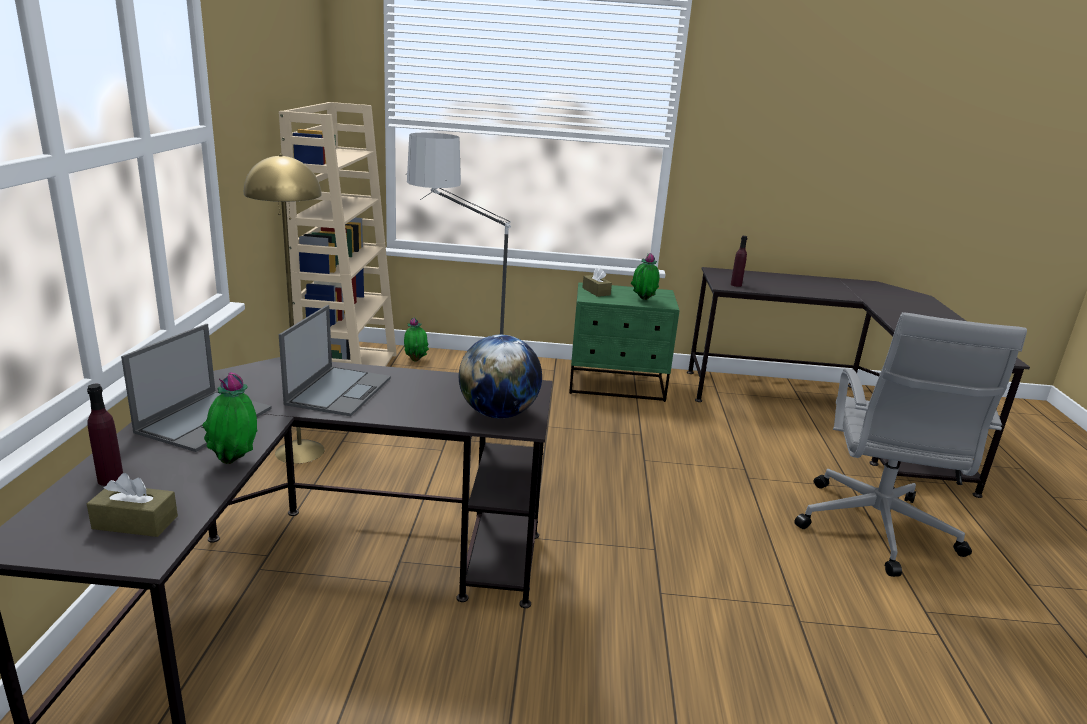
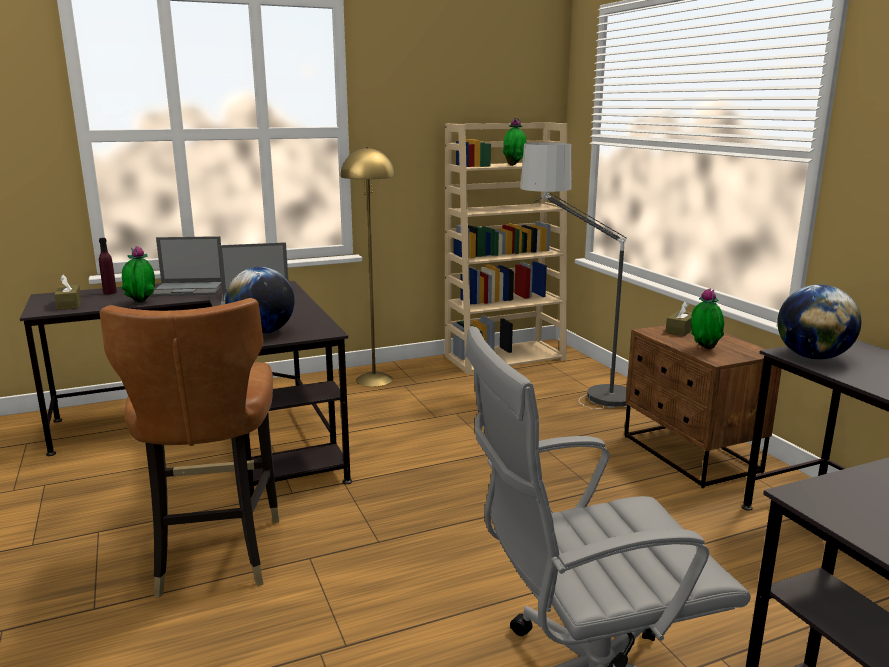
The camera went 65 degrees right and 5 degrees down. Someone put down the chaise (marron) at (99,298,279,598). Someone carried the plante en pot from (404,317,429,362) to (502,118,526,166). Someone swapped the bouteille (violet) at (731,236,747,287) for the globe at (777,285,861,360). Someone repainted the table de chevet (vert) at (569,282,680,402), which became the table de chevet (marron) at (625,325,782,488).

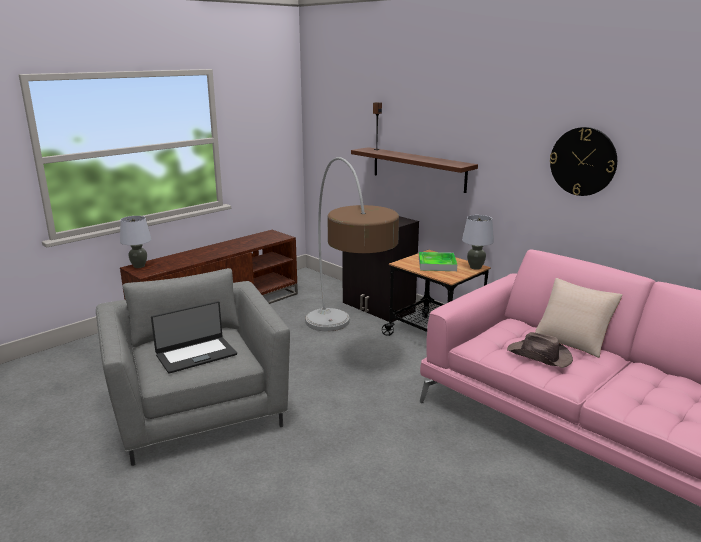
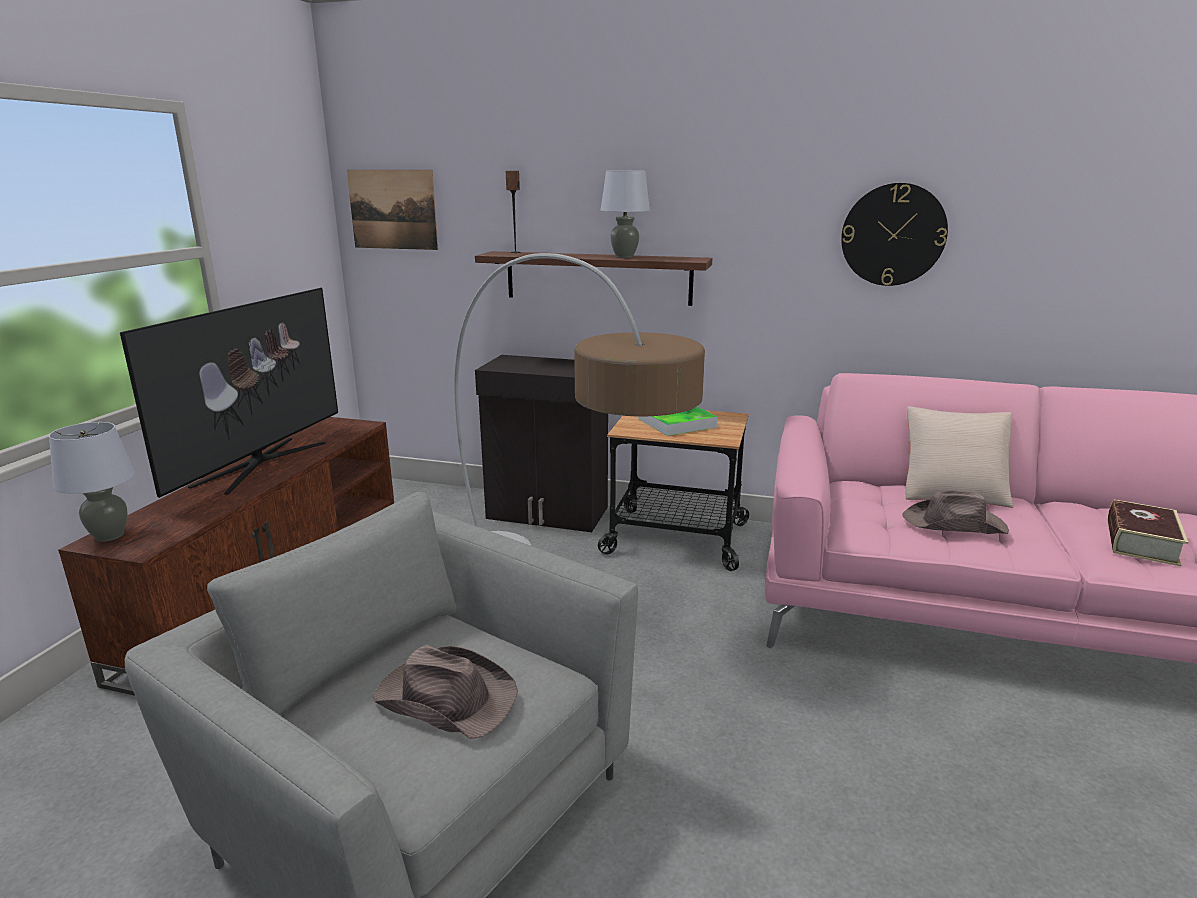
The camera went 30 degrees left and 0 degrees up. Someone put down the téléviseur at (120,288,338,498). Someone put up the tableau at (347,170,438,250). Someone put down the livre at (1108,499,1188,566). Someone carried the lampe de table (gris) from (462,215,494,270) to (601,171,650,258). Someone swapped the ordinateur portable at (151,301,237,374) for the chapeau (marron) at (372,645,518,739).

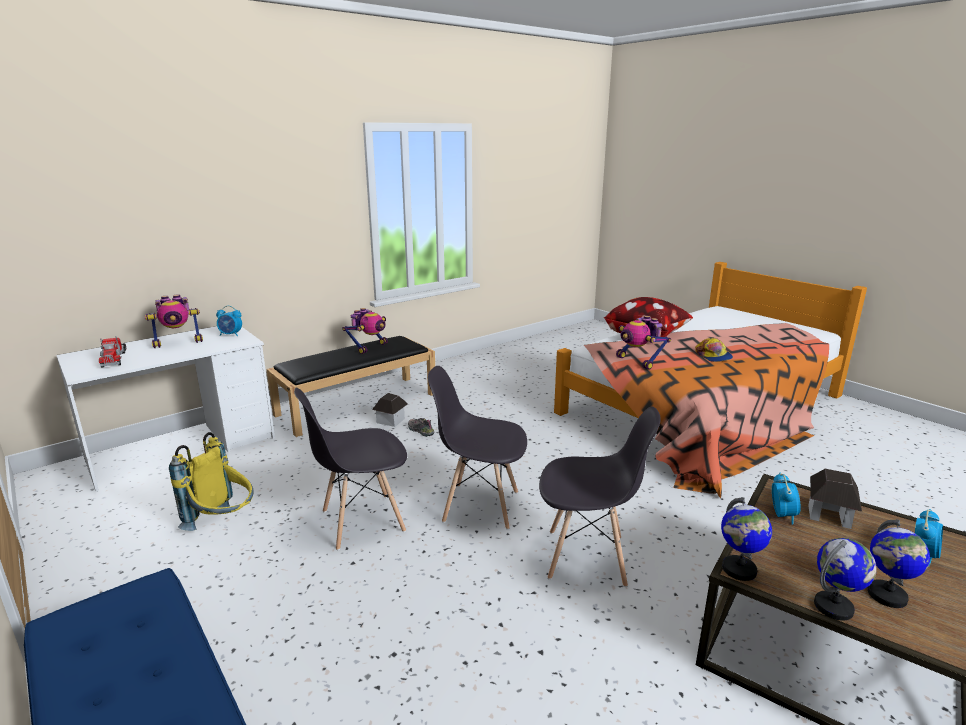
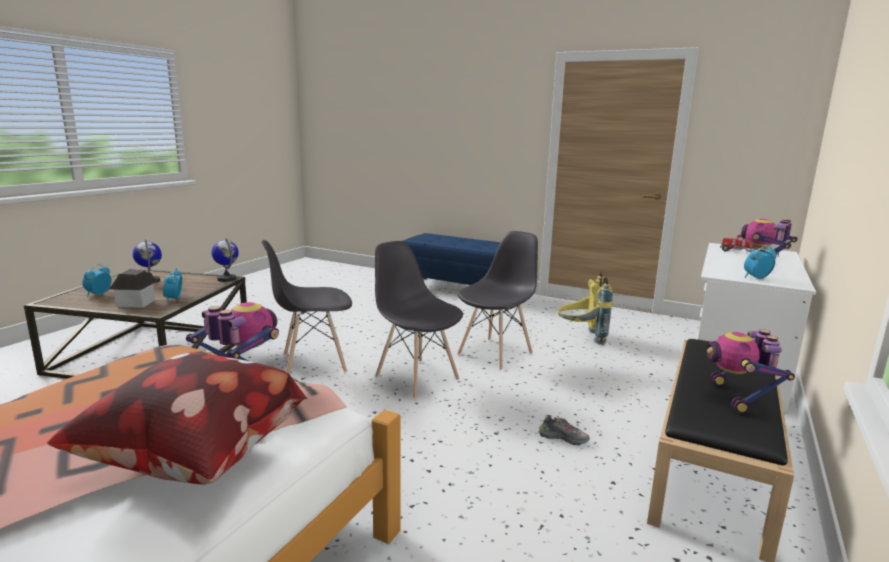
The camera went 155 degrees right and 5 degrees down. Someone took away the maison miniature at (372,393,408,427). Someone took away the casquette at (695,338,733,362). Someone took away the globe at (814,538,877,621). Someone rotated the chaise (gris) at (428,366,527,530) by 120 degrees counterclockwise.

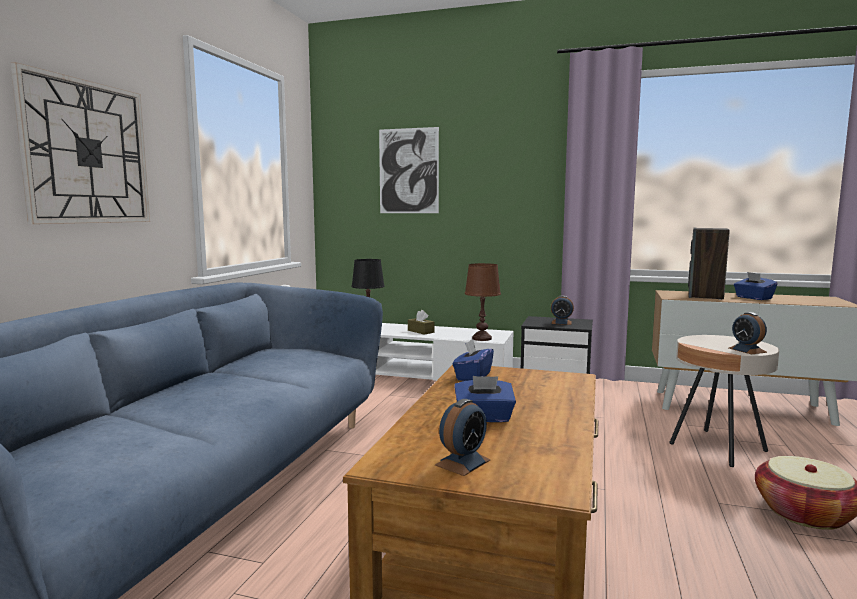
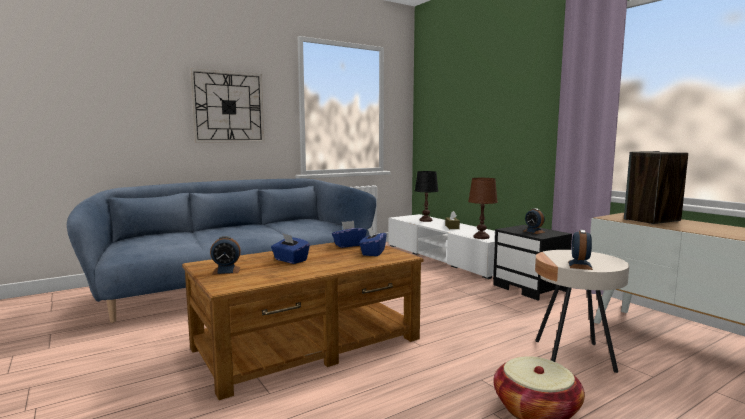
The camera went 40 degrees right and 0 degrees up. Someone took away the tableau at (379,127,439,213). Someone carried the boîte à mouchoirs (bleu) from (734,272,778,300) to (359,227,387,256).

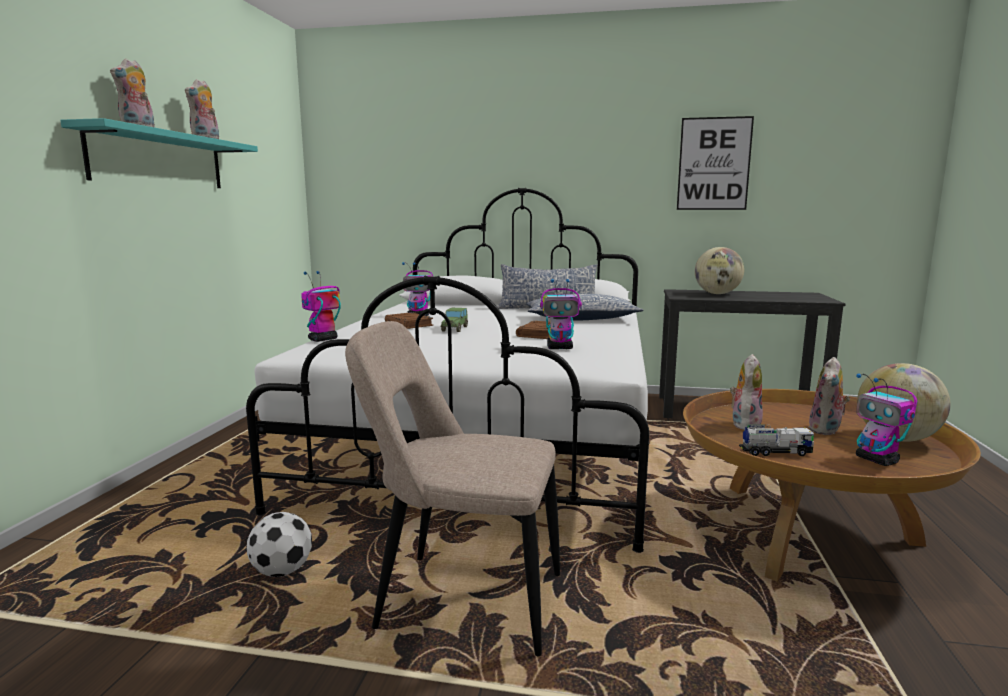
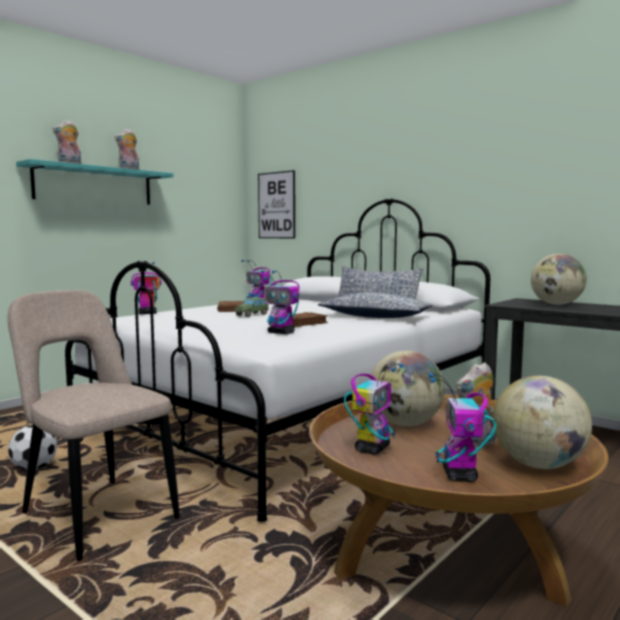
The camera went 30 degrees right and 5 degrees down. Someone carried the tableau from (677,116,754,210) to (258,170,295,238). Someone swapped the peluche at (730,354,763,430) for the globe at (369,350,445,426). Someone swapped the camion jouet at (739,424,815,456) for the robot jouet at (344,363,404,454).

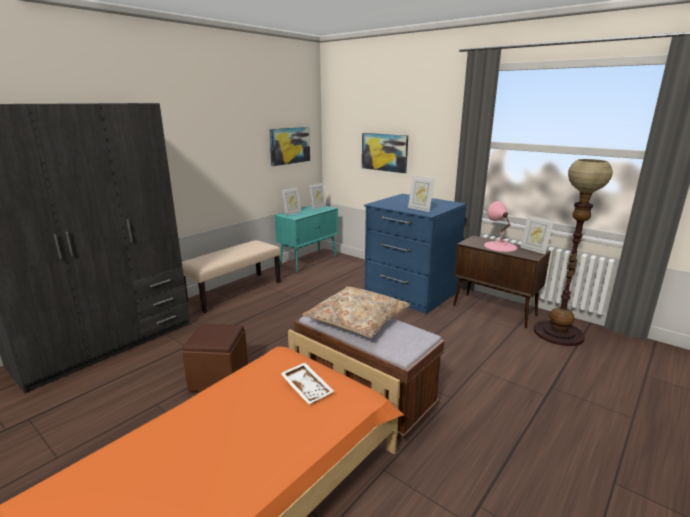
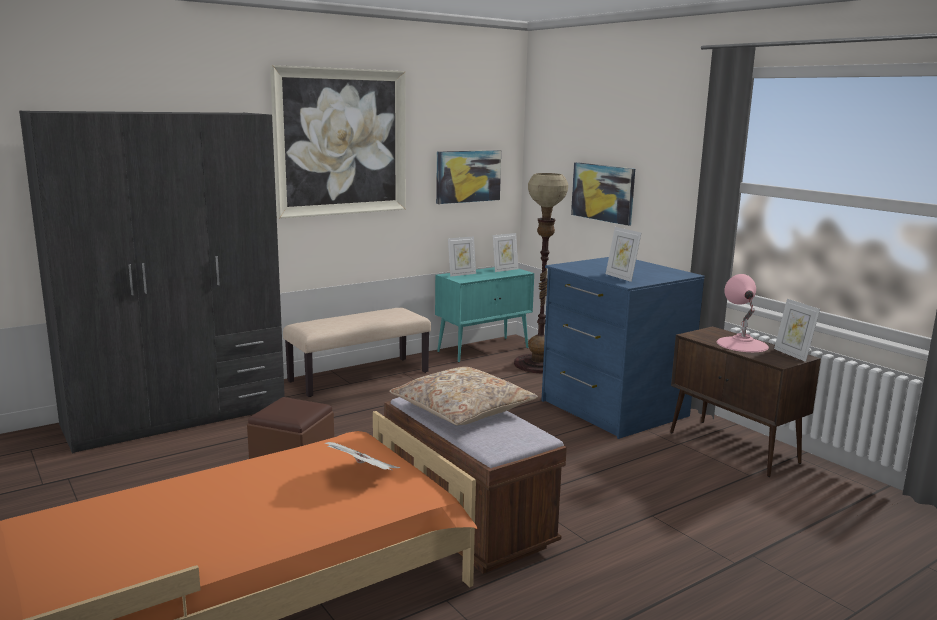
The camera went 15 degrees right and 5 degrees down. Someone put up the tableau at (270,65,406,219). Someone carried the lampadaire from (534,159,613,346) to (514,173,568,374). Someone swapped the plateau (blanc) at (280,363,334,405) for the journal at (325,442,400,470).

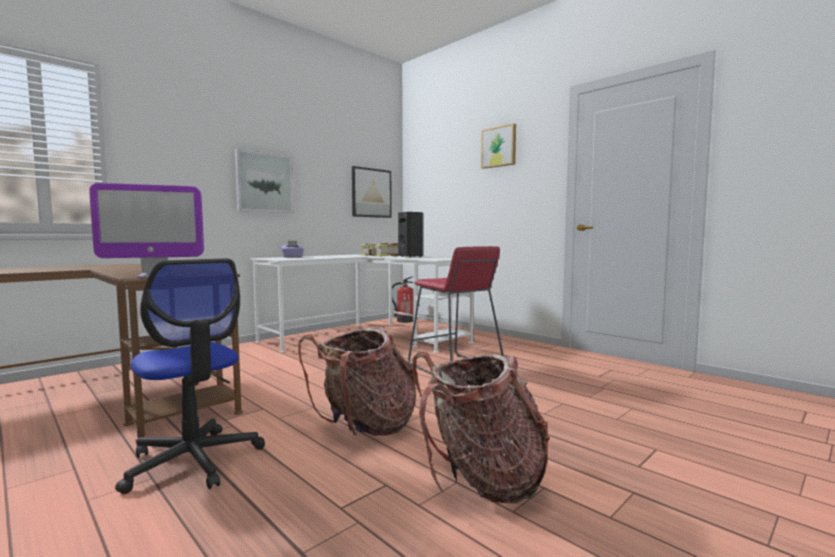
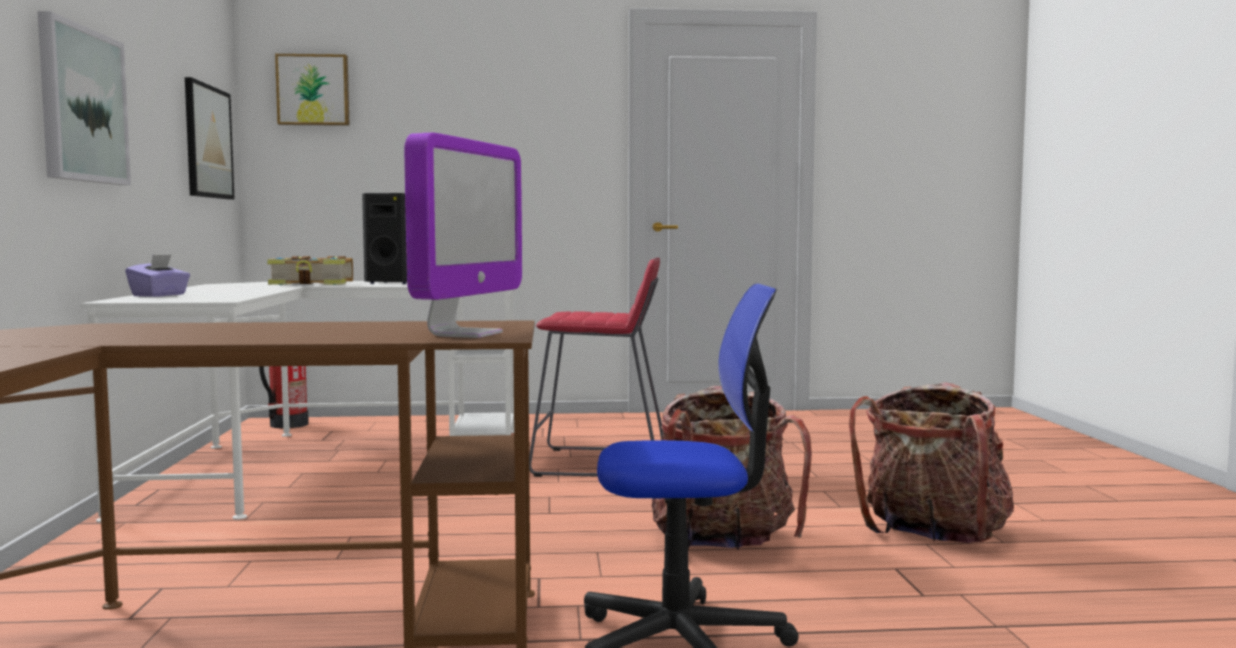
The camera went 50 degrees left and 0 degrees up. Someone carried the tableau from (481,124,516,169) to (275,54,350,126).

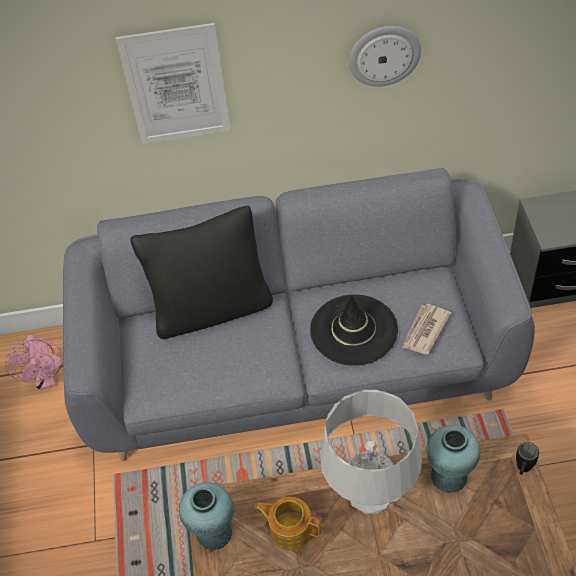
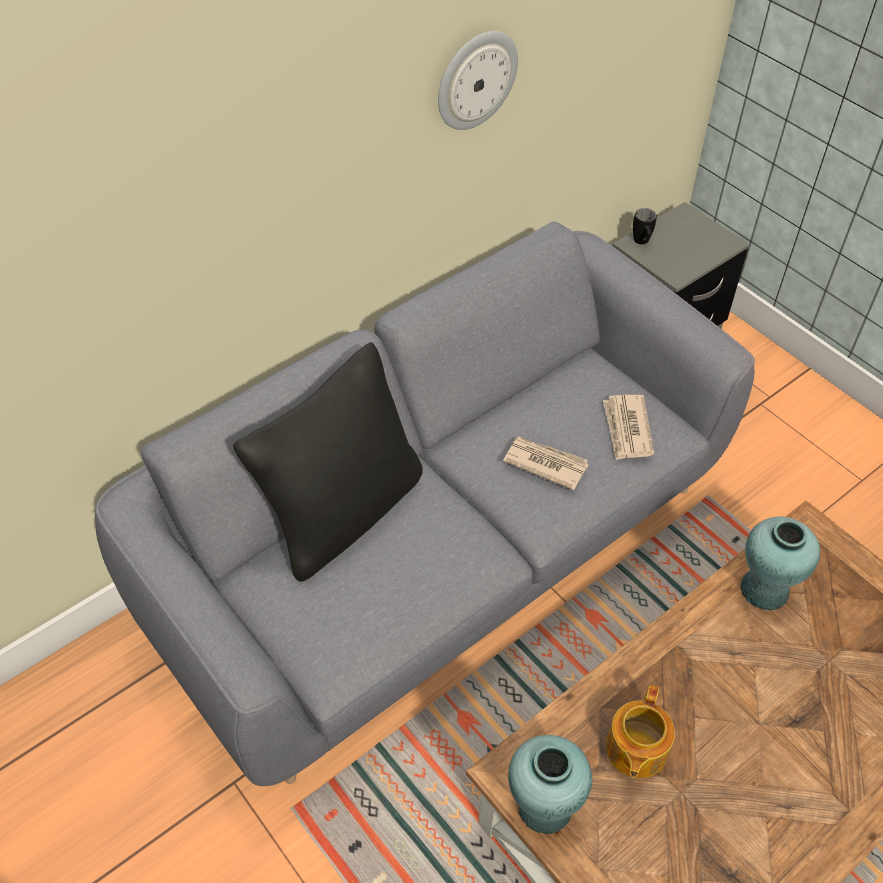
The camera went 35 degrees left and 0 degrees up. Someone took away the ventilateur (rose) at (4,334,63,391). Someone took away the tableau at (116,23,231,144). Someone took away the lampe de table (gris) at (321,390,422,514). Someone carried the mug (noir) from (516,442,539,475) to (633,208,657,244). Someone swapped the chapeau (noir) at (310,294,398,366) for the journal at (503,437,589,490). Someone rotated the théière at (255,497,322,551) by 60 degrees counterclockwise.

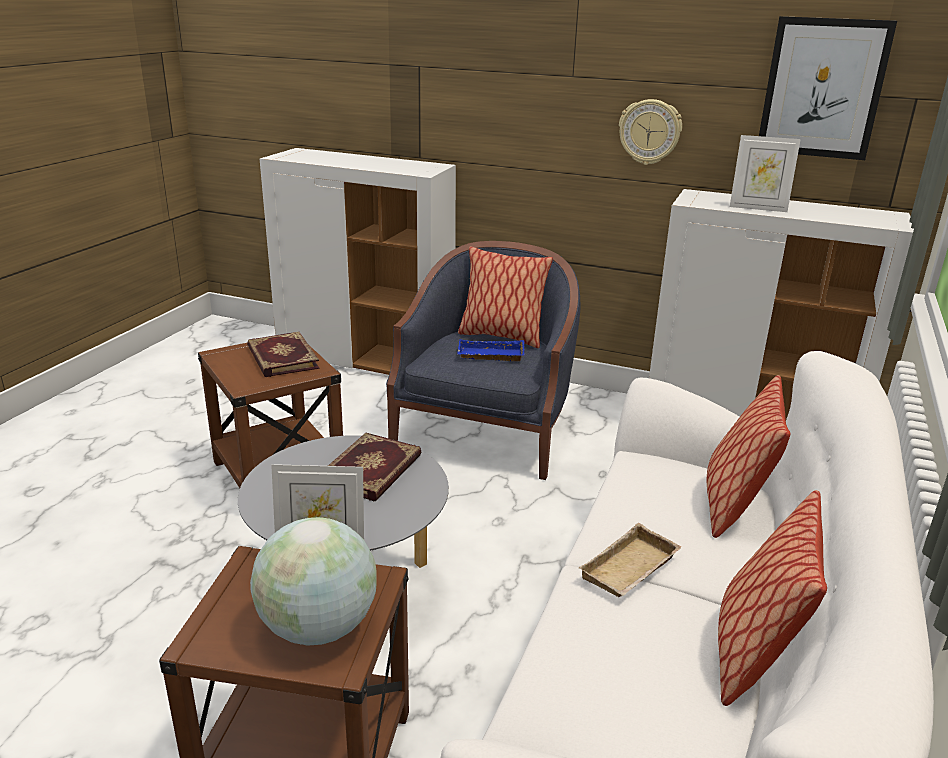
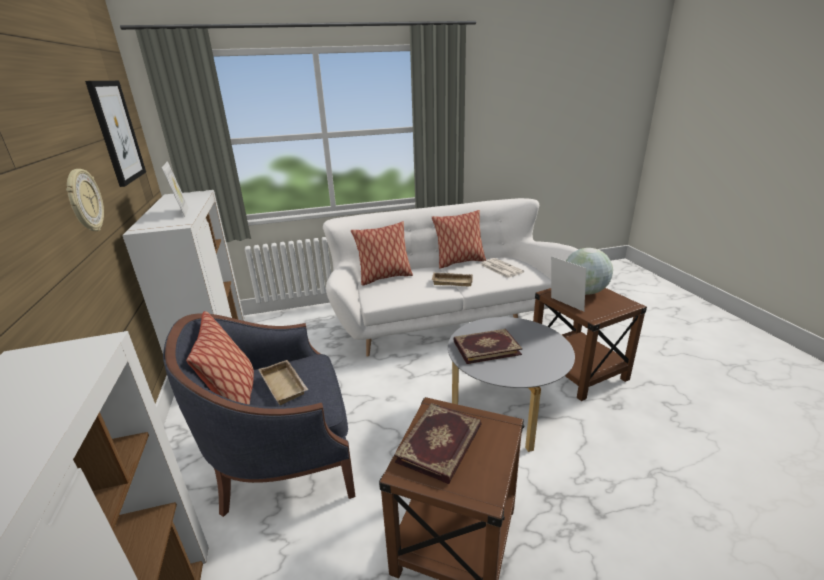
The camera went 125 degrees left and 0 degrees up. Someone put down the journal at (480,258,524,278). Someone repainted the plateau (bleu) at (457,339,525,361), which became the plateau (beige) at (258,360,309,405).

